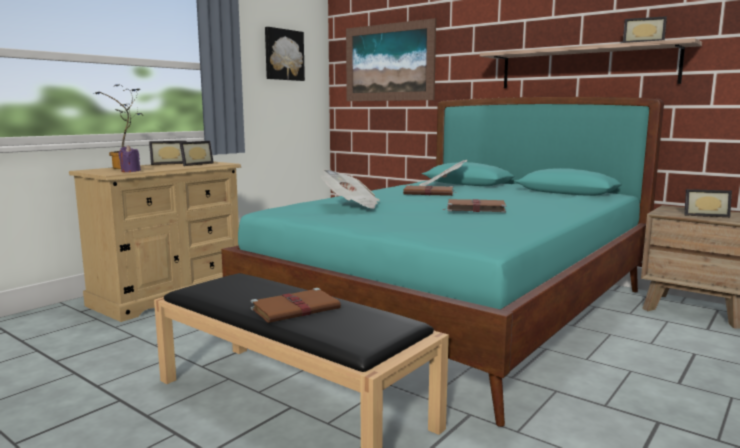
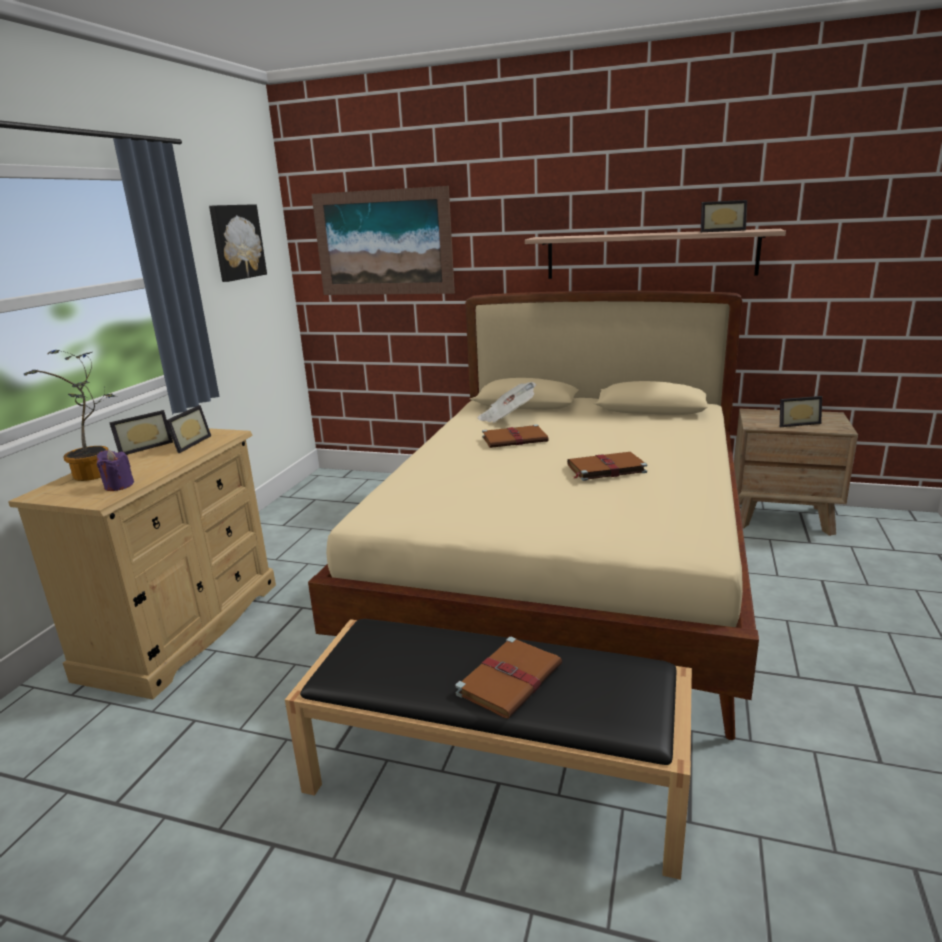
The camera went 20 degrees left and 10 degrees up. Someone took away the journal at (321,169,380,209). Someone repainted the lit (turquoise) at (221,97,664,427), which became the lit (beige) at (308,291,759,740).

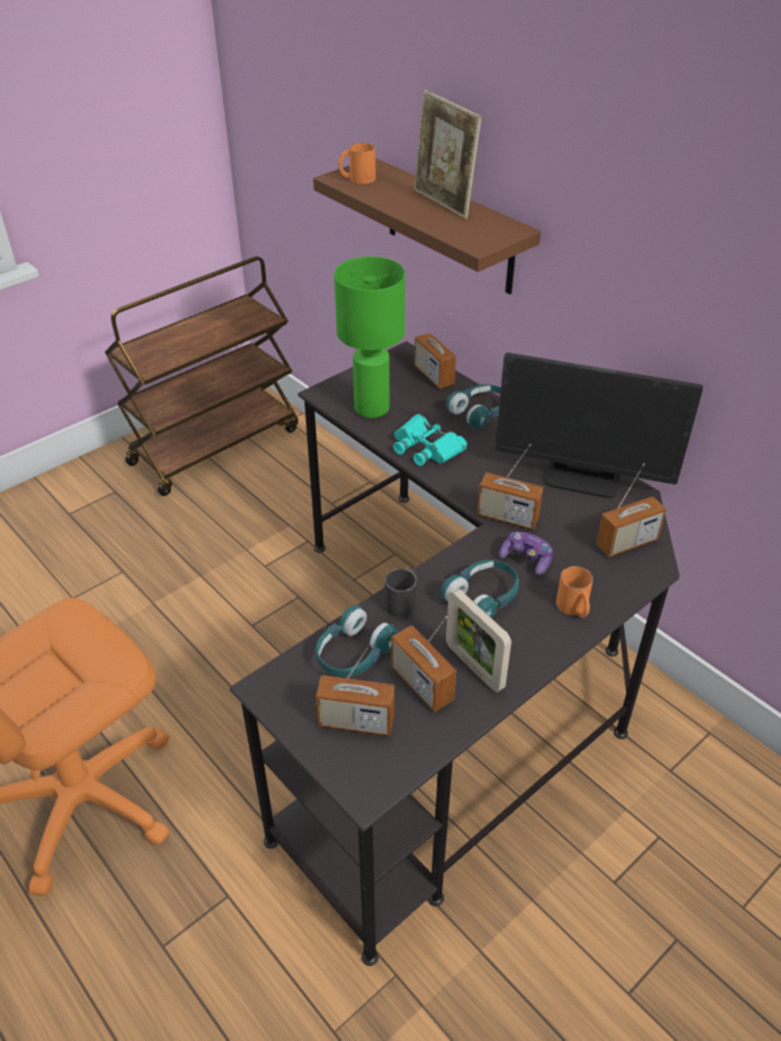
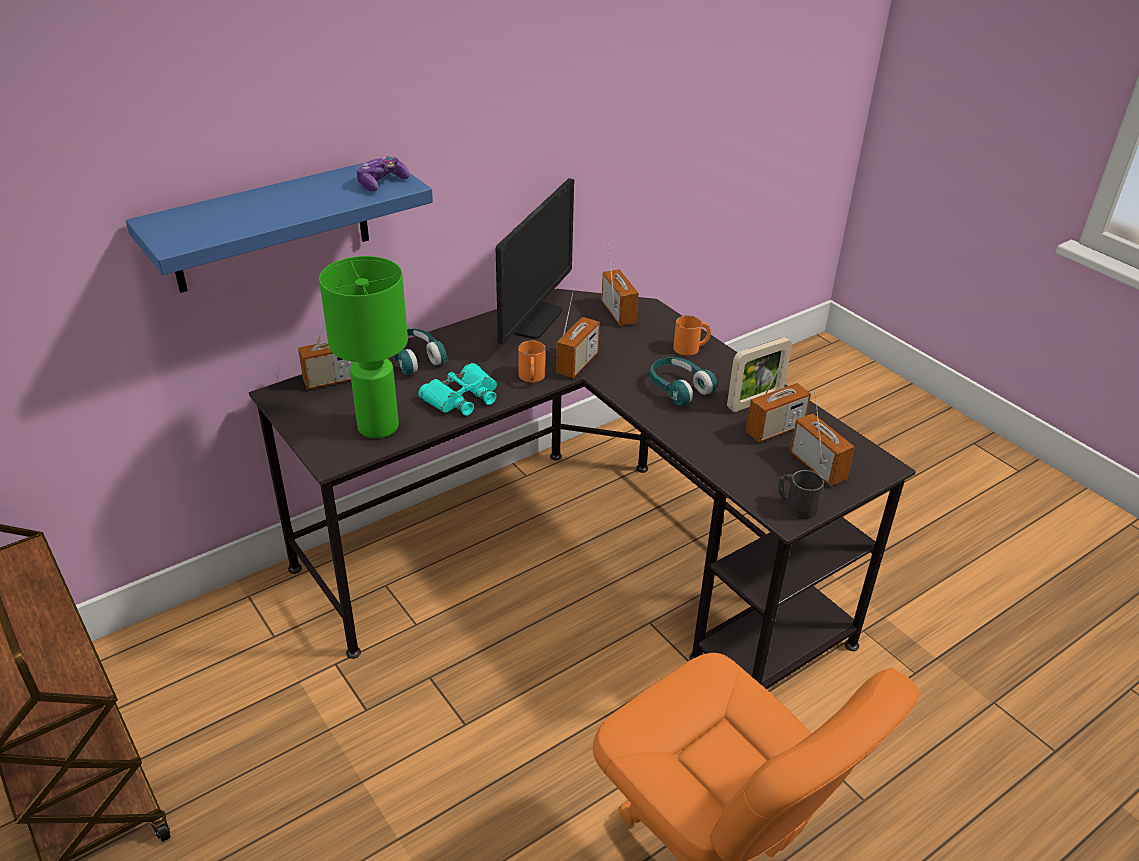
The camera went 85 degrees left and 5 degrees down. Someone took away the casque audio (turquoise) at (316,605,398,677). Someone took away the cadre photo at (414,90,482,219). Someone carried the mug (orange) from (338,143,376,184) to (518,340,545,383). Someone carried the mug (noir) from (385,568,417,618) to (777,470,824,519). Someone carried the manette from (499,532,553,575) to (357,156,410,191). Someone repainted the étagère (marron) at (313,158,541,294), which became the étagère (bleu) at (126,163,433,293). Someone rotated the radio at (316,642,395,736) by 45 degrees counterclockwise.

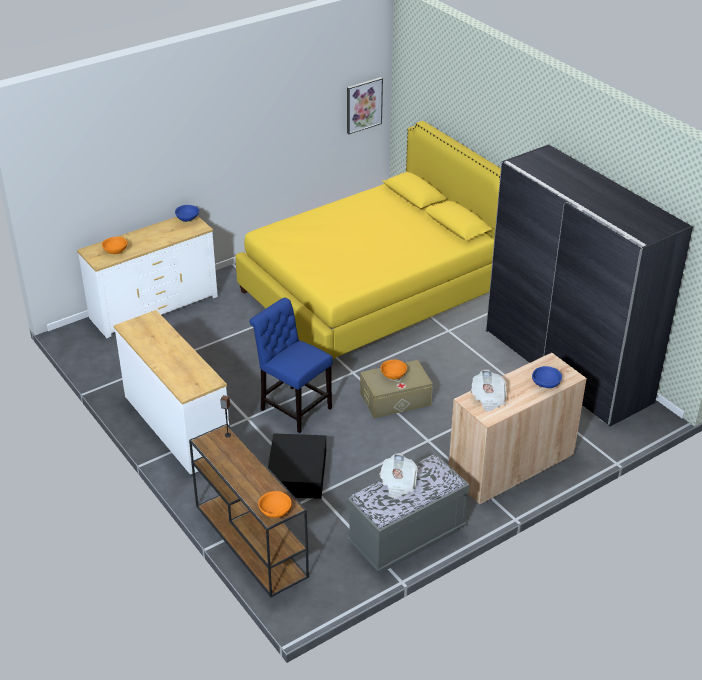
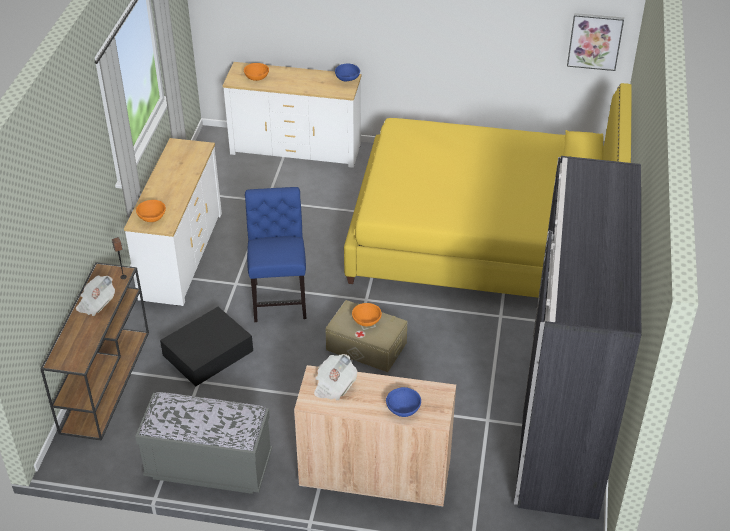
The camera went 45 degrees right and 5 degrees up. Someone carried the bol (orange) from (258,491,292,518) to (136,200,166,222). Someone carried the journal from (380,453,418,498) to (76,276,115,316).

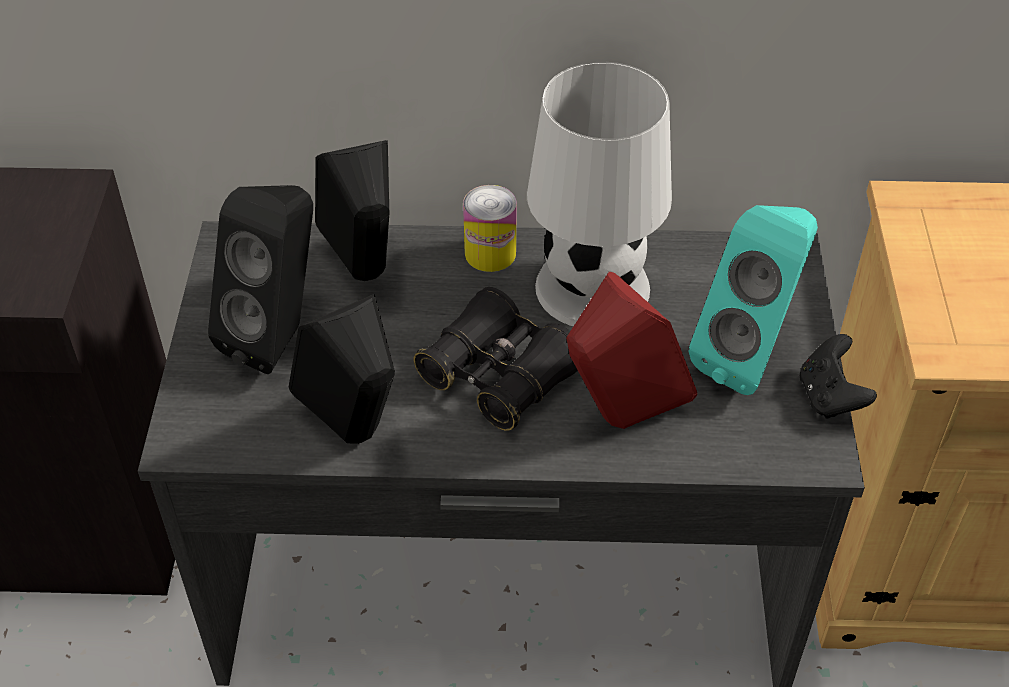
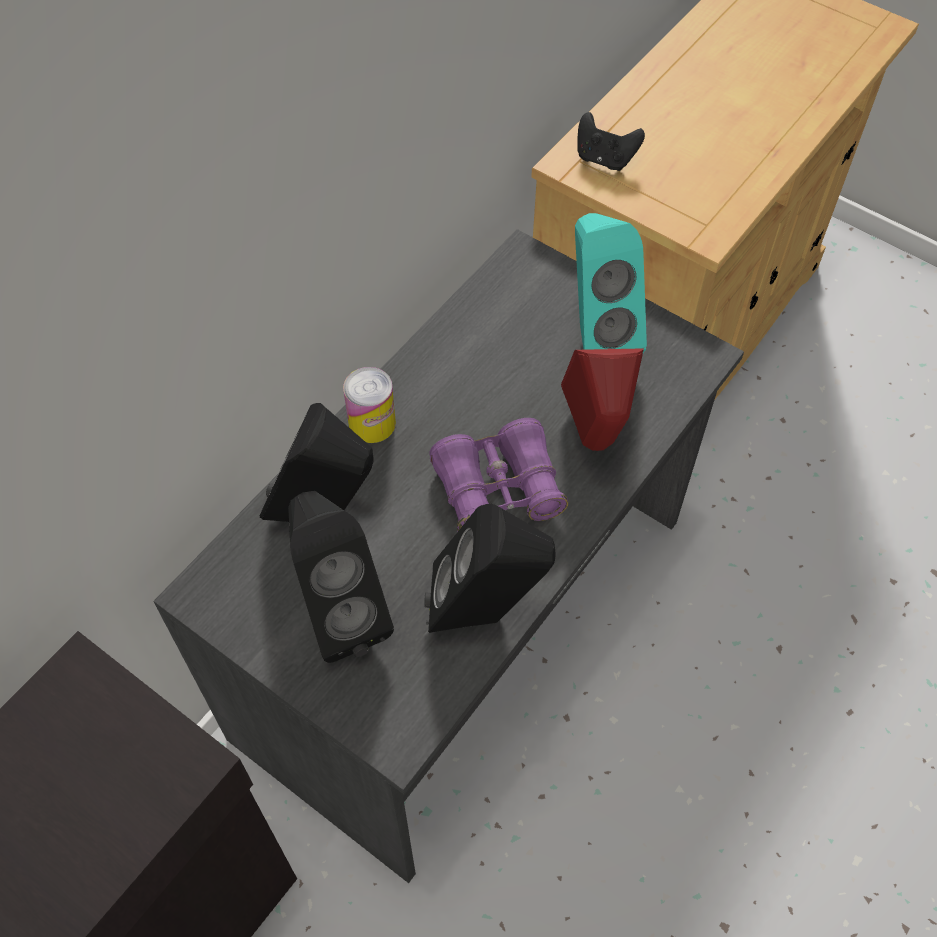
The camera went 55 degrees left and 10 degrees up. Someone took away the lampe de table (blanc) at (527,62,672,326). Someone carried the manette (noir) from (800,334,877,419) to (577,112,645,171). Someone repainted the jumelles (noir) at (413,287,578,431), which became the jumelles (violet) at (429,418,568,532).

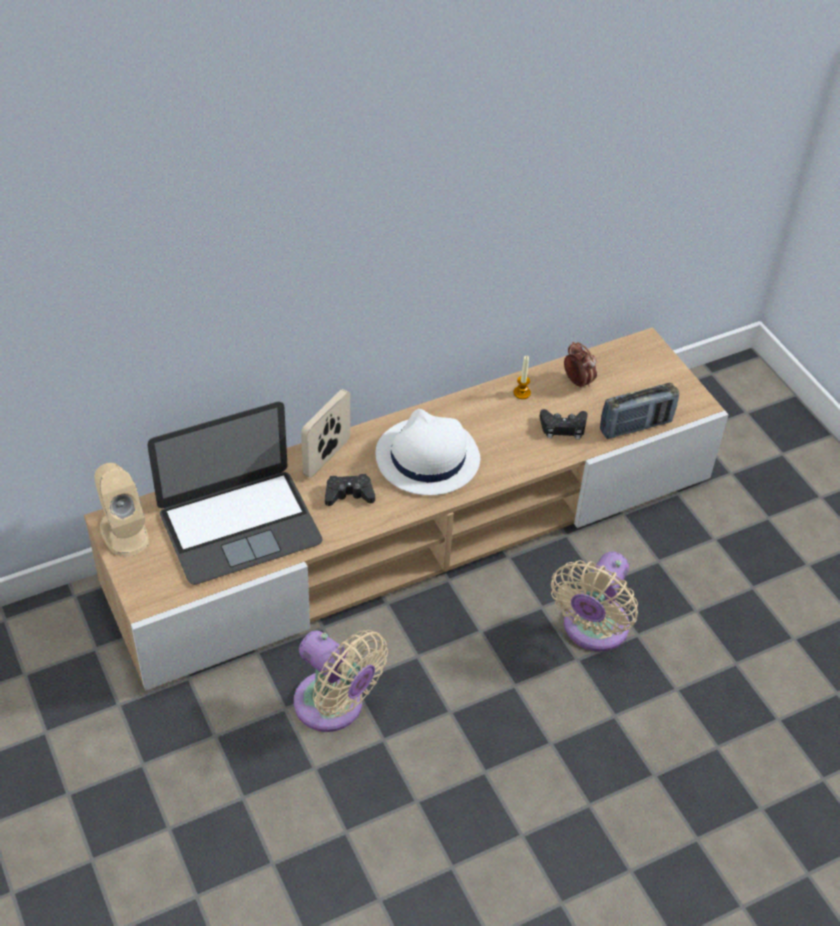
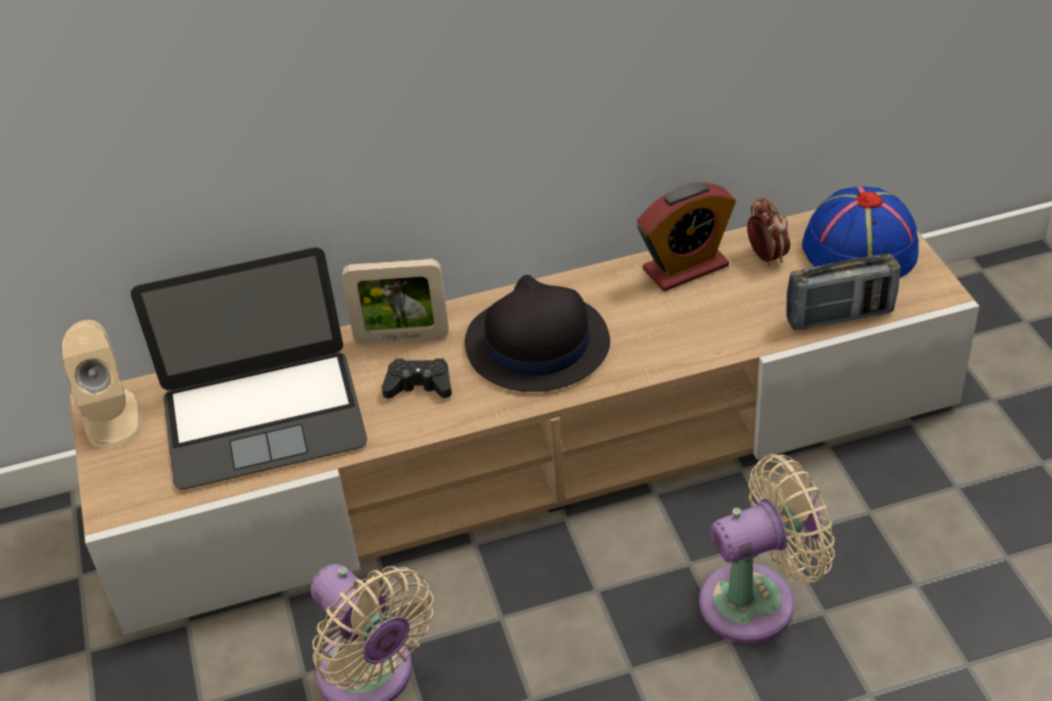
The camera went 15 degrees right and 5 degrees down. Someone took away the manette (noir) at (540,409,588,440). Someone put down the chapeau (bleu) at (802,186,919,278). Someone swapped the bougie at (513,355,531,399) for the réveil at (637,182,736,292). Someone repainted the chapeau (blanc) at (376,409,480,495), which became the chapeau (noir) at (465,275,610,392). Someone rotated the cadre photo at (301,389,350,478) by 135 degrees counterclockwise. Someone rotated the ventilateur (beige) at (551,552,638,652) by 150 degrees counterclockwise.

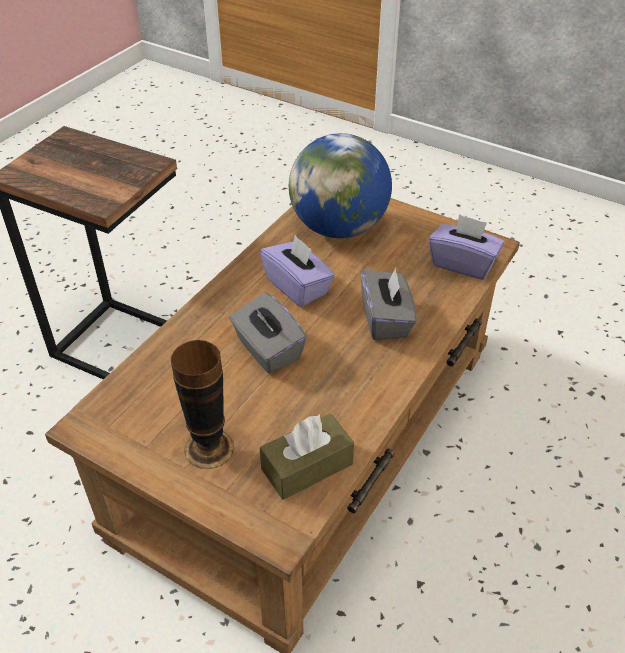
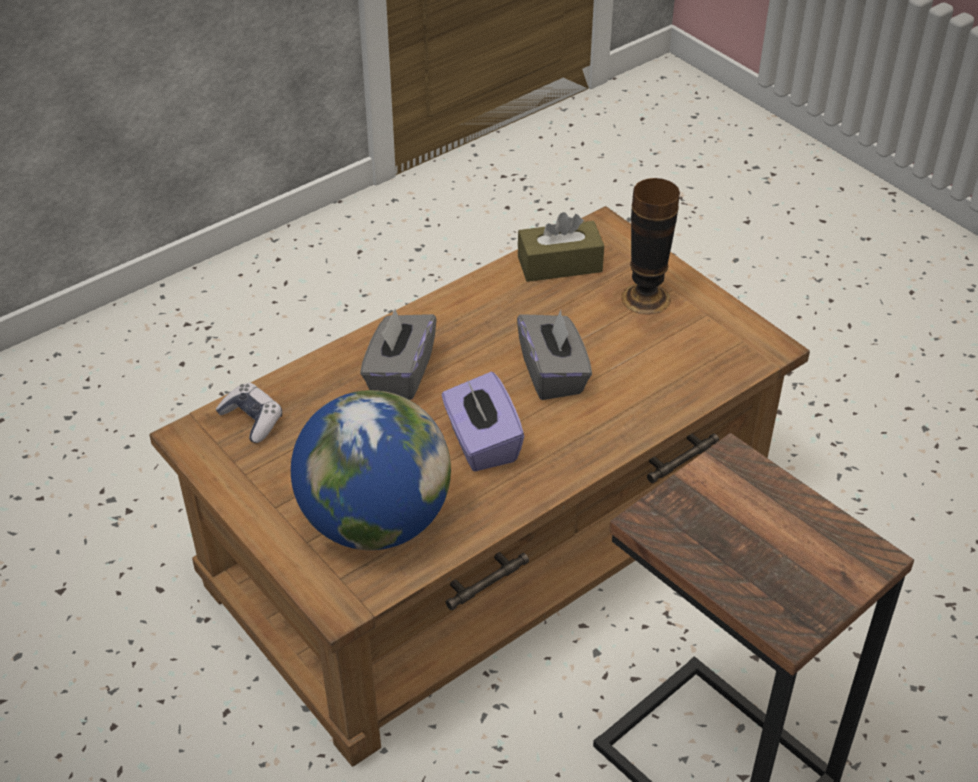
The camera went 160 degrees left and 0 degrees up. Someone swapped the boîte à mouchoirs (violet) at (429,214,504,280) for the manette at (215,383,282,443).

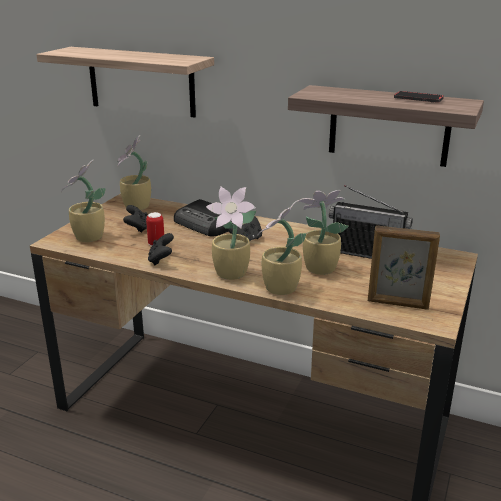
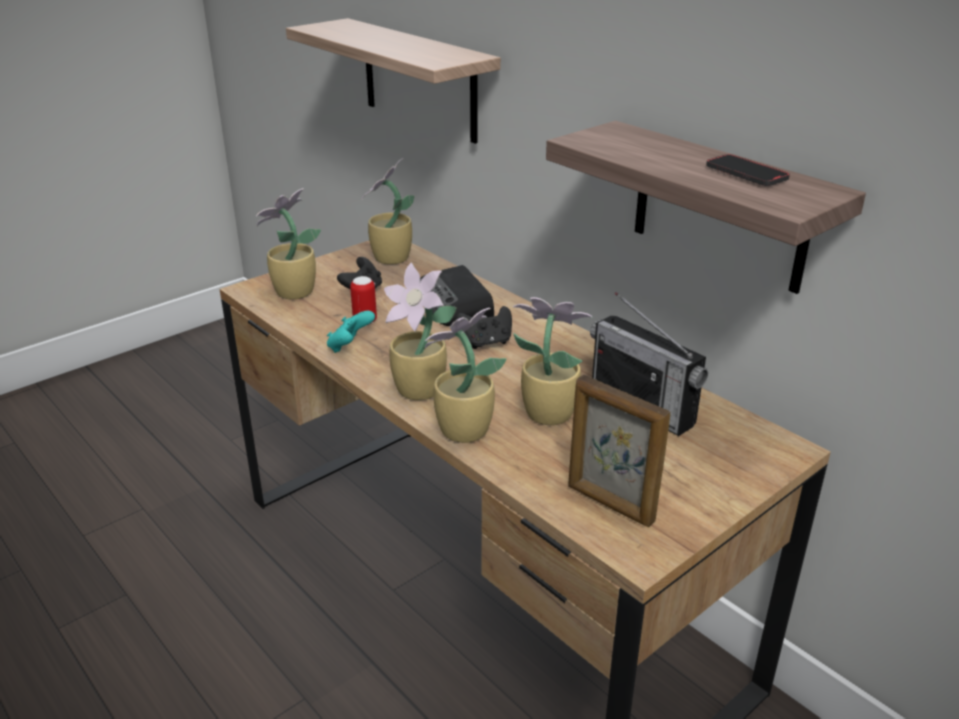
The camera went 25 degrees right and 5 degrees up. Someone repainted the manette (noir) at (148,233,174,265), which became the manette (turquoise) at (327,311,375,353).

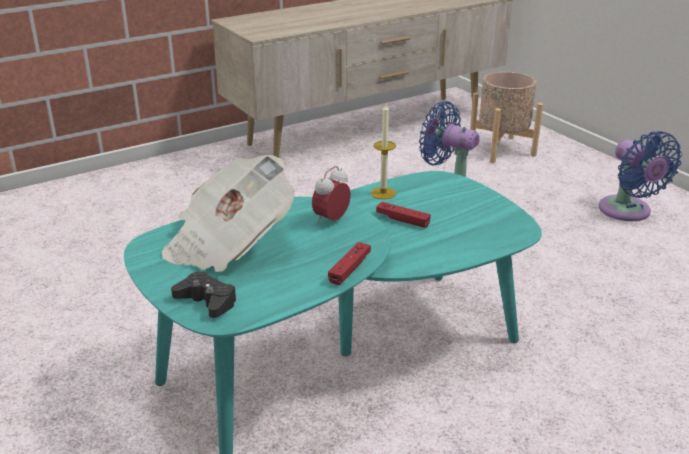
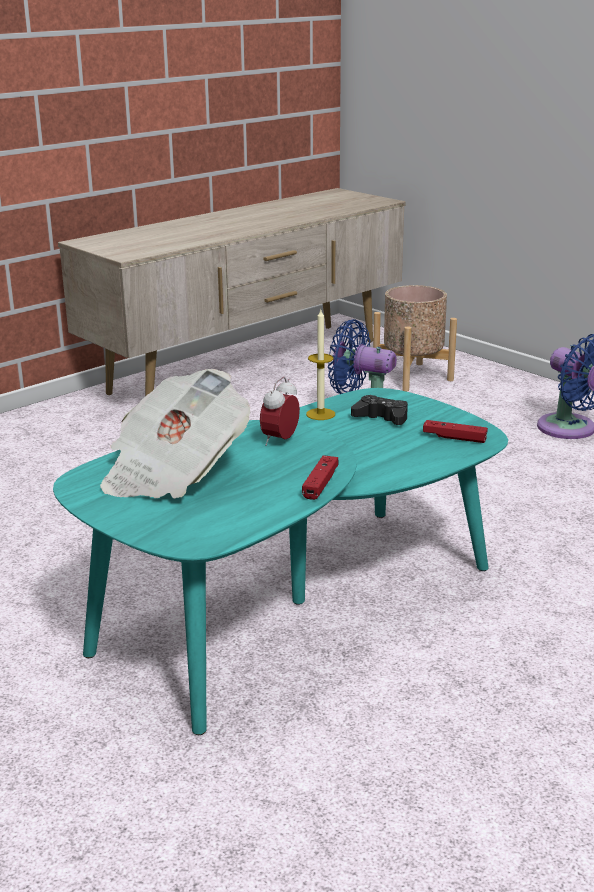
The camera went 10 degrees left and 5 degrees down. Someone carried the manette (noir) from (171,271,237,318) to (351,395,408,425). Someone carried the manette (rouge) from (376,202,431,228) to (423,420,488,443).

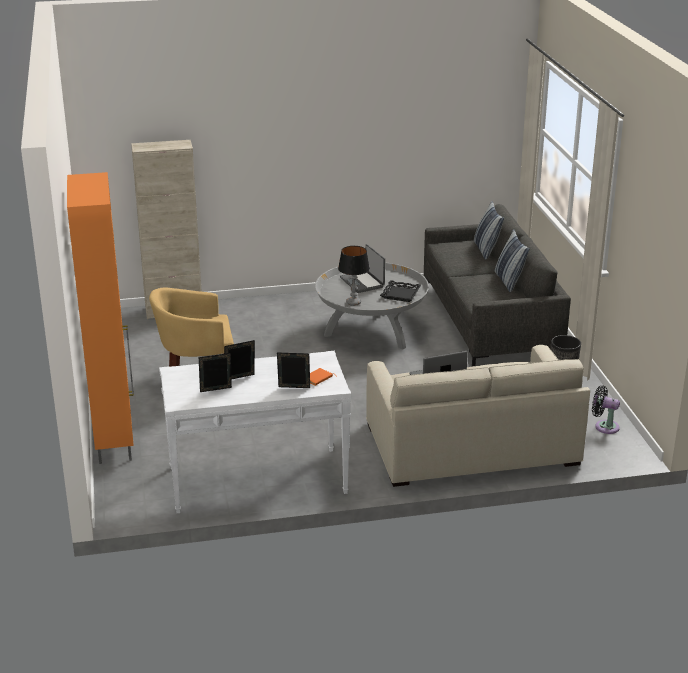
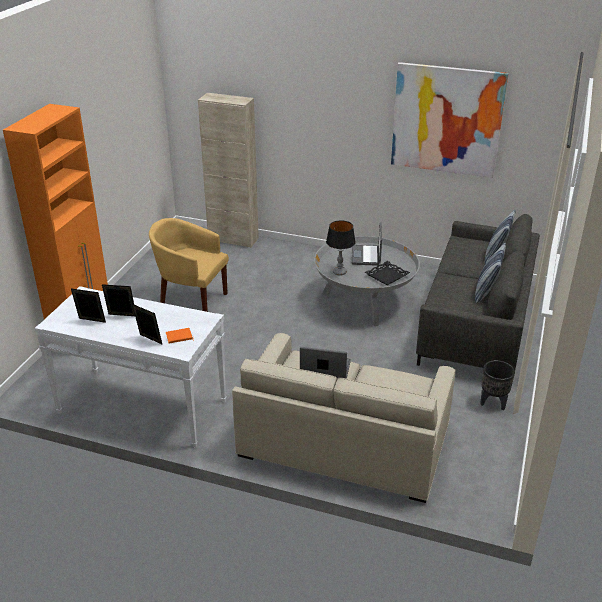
The camera went 30 degrees right and 5 degrees up. Someone took away the ventilateur (noir) at (592,386,620,434). Someone put up the tableau at (391,62,509,178).

